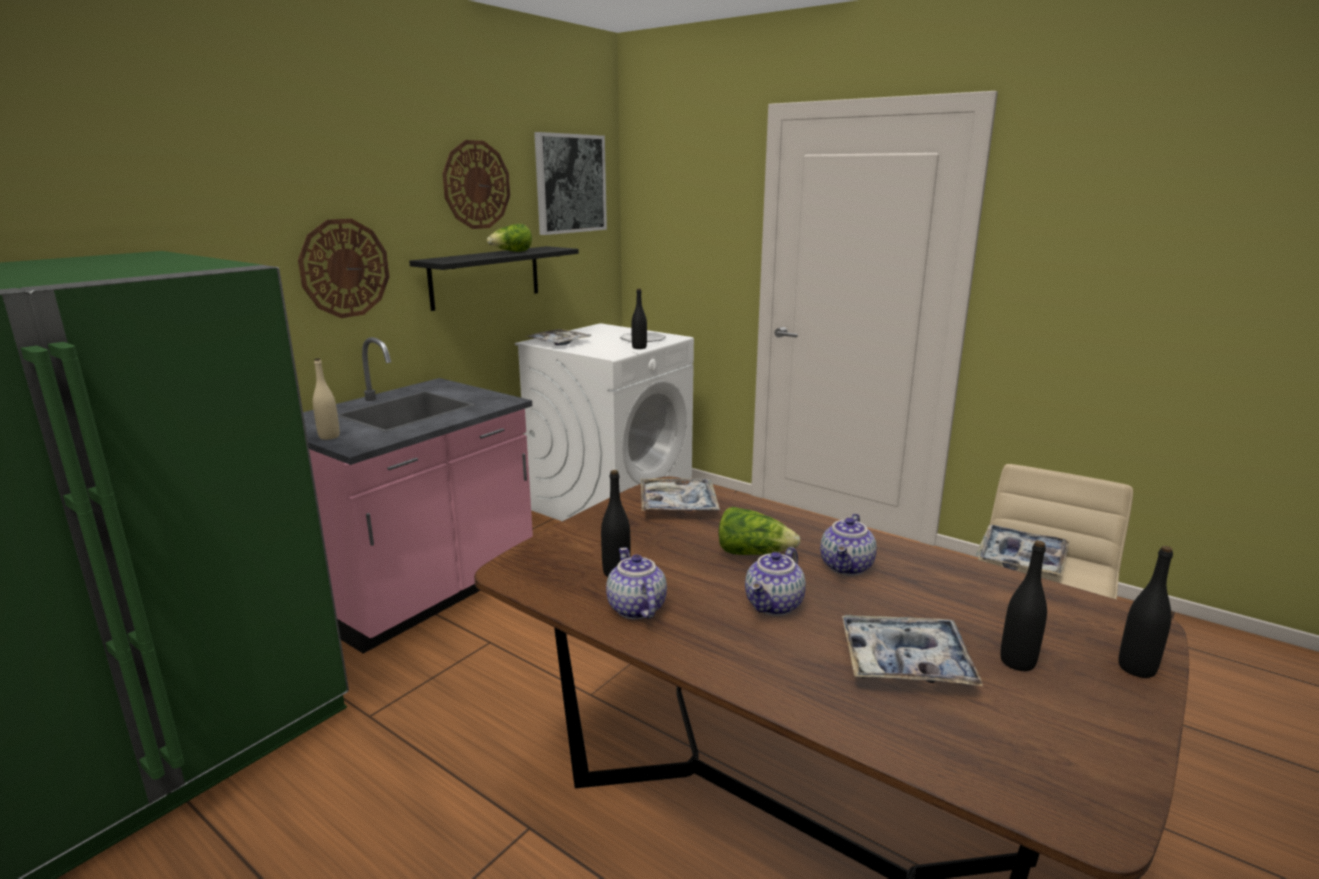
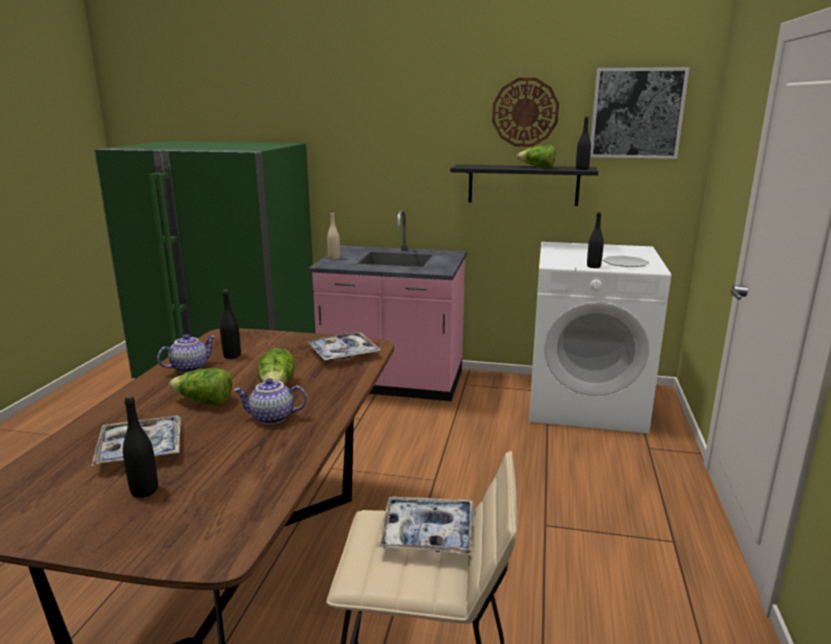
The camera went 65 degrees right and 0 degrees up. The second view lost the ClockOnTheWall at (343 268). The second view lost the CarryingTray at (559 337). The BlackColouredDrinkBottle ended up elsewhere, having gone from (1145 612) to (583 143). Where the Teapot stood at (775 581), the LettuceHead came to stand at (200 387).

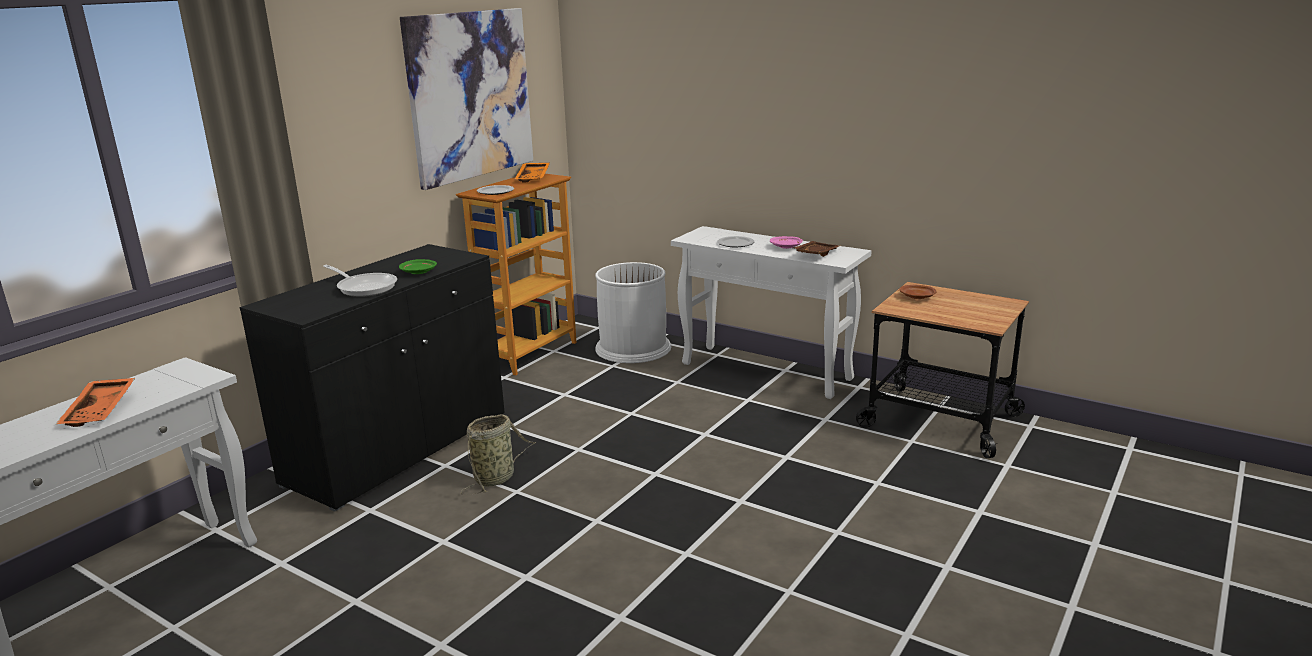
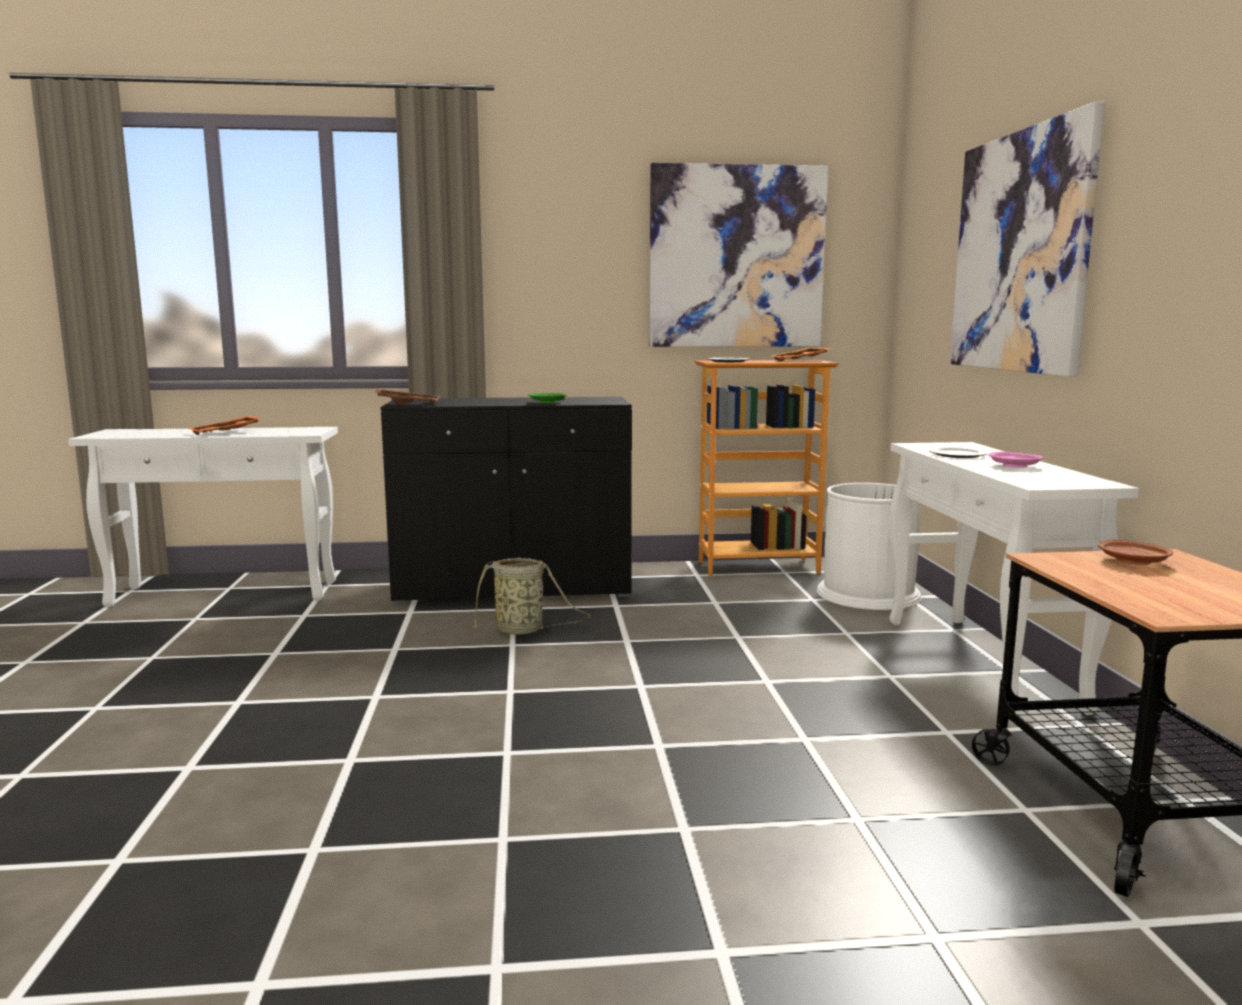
The camera went 50 degrees right and 10 degrees down. The BrownColouredCarryingTray ended up elsewhere, having gone from (816 249) to (407 397). The second view lost the Skillet at (360 281). The second view gained the WallPicture at (1027 239).

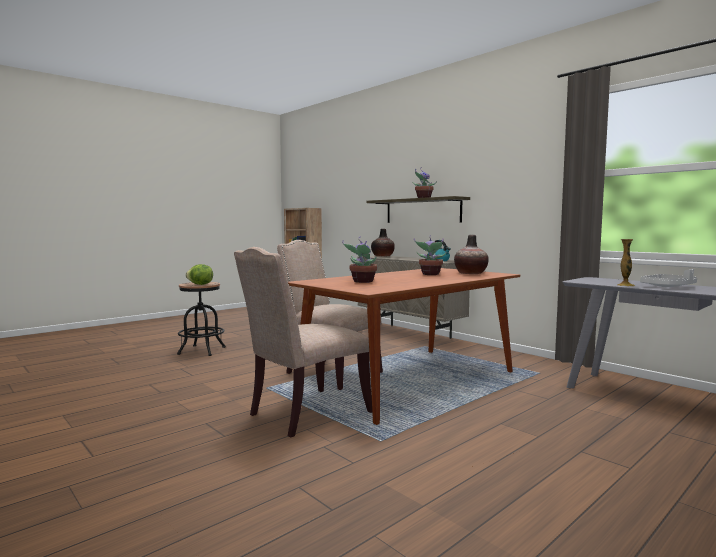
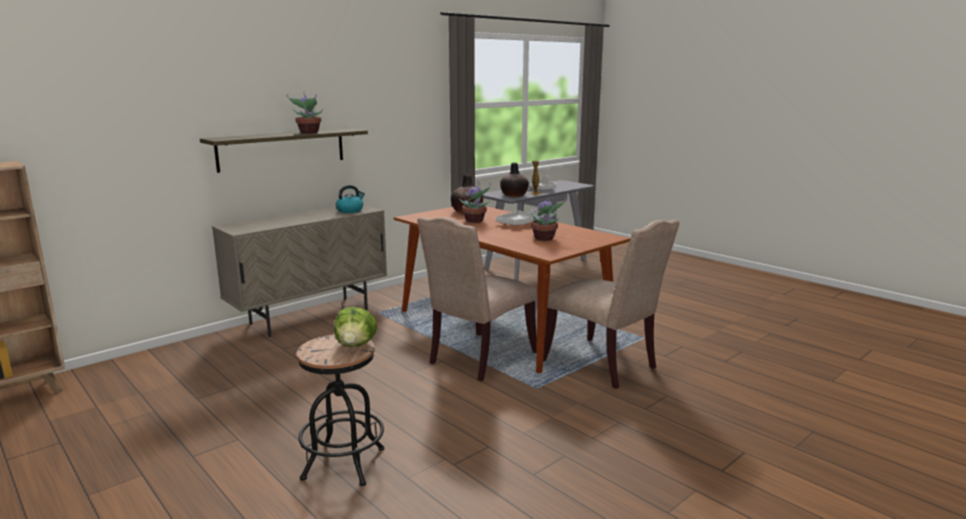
The camera went 90 degrees left and 10 degrees up. The DecorativeVase ended up elsewhere, having gone from (383 243) to (514 180). The second view gained the GreyishCarryingTray at (519 217).

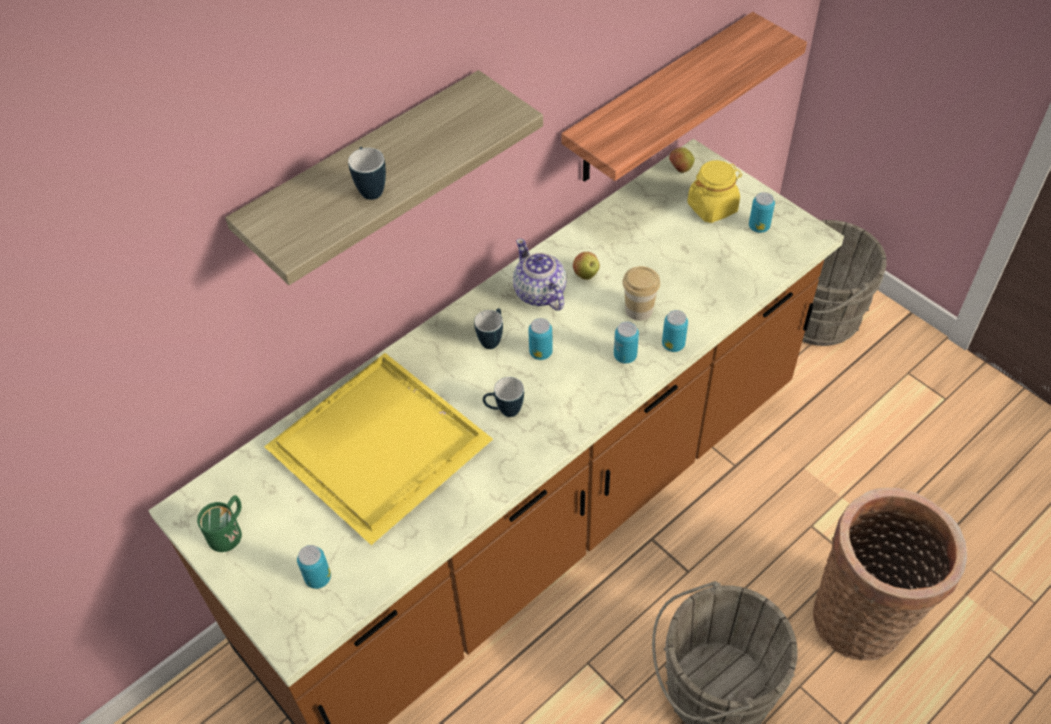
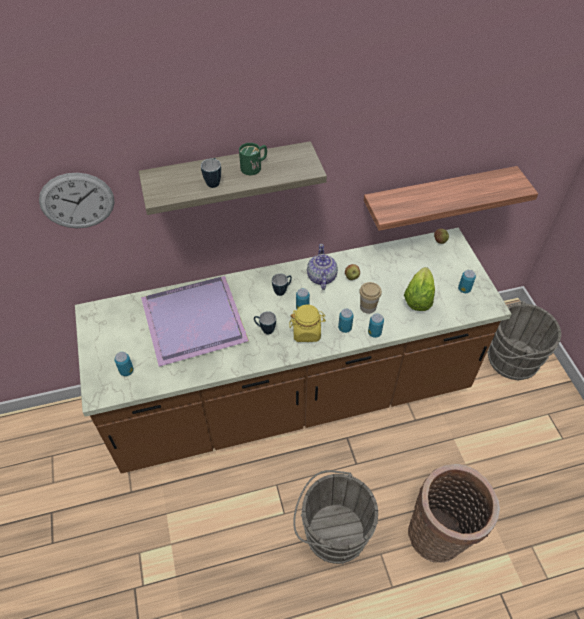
The camera went 25 degrees right and 0 degrees up. The YellowPreserveJar ended up elsewhere, having gone from (714 191) to (307 323). What was the YellowCarryingTray at (378 449) turned into the PurplishCarryingTray at (195 321). The GreenTeaMug ended up elsewhere, having gone from (219 523) to (253 159). The second view gained the ClockOnTheWall at (77 200). The second view gained the LettuceHead at (419 289).

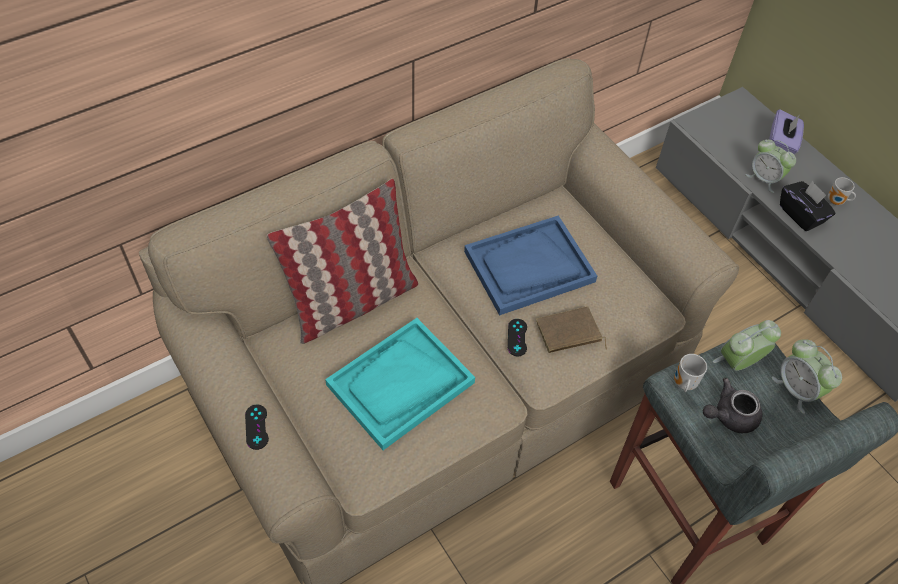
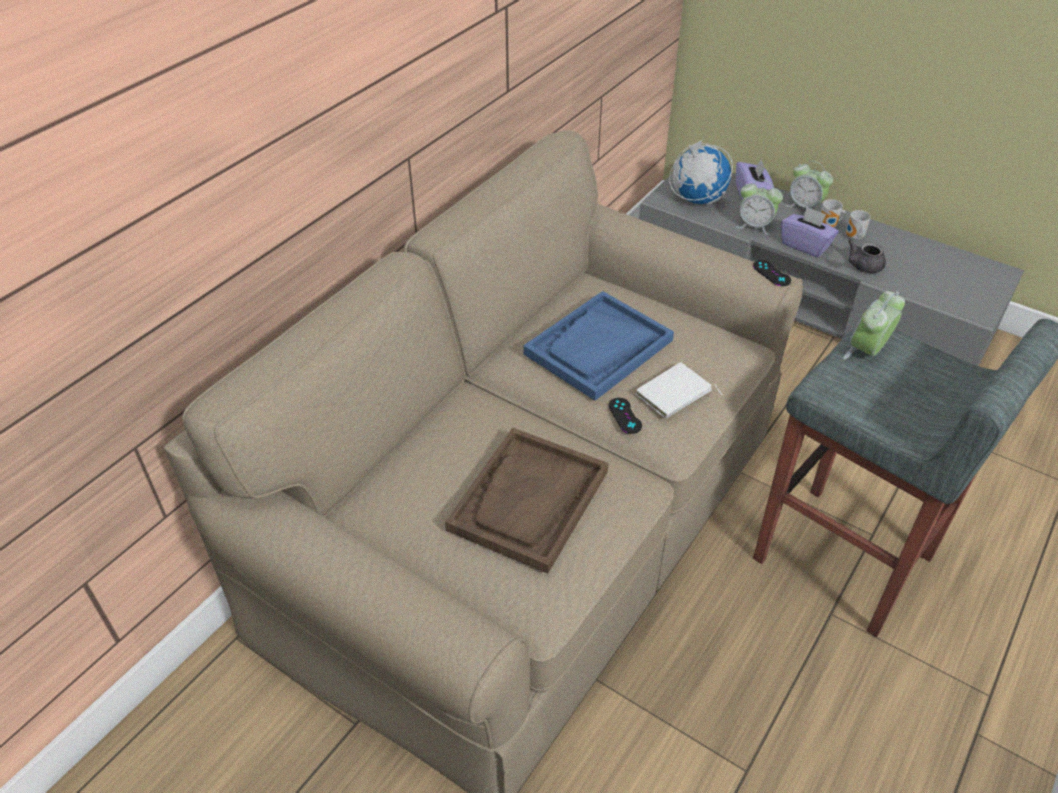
The camera went 20 degrees left and 10 degrees down. The second view lost the Pillow at (342 261). What was the BlackColouredTissueHolder at (808 206) turned into the PurplishTissueHolder at (810 232). What was the BrownColouredVolume at (571 329) turned into the WhiteVolume at (678 390). What was the TurquoiseColouredCarryingTray at (400 384) turned into the BrownColouredCarryingTray at (527 500). The TableClock ended up elsewhere, having gone from (807 376) to (809 185). The TeaMug ended up elsewhere, having gone from (690 373) to (858 225). The GreyishTeapot ended up elsewhere, having gone from (732 405) to (867 256). The BlackColouredJoypad ended up elsewhere, having gone from (257 427) to (772 273). The second view gained the DeskGlobe at (701 172).

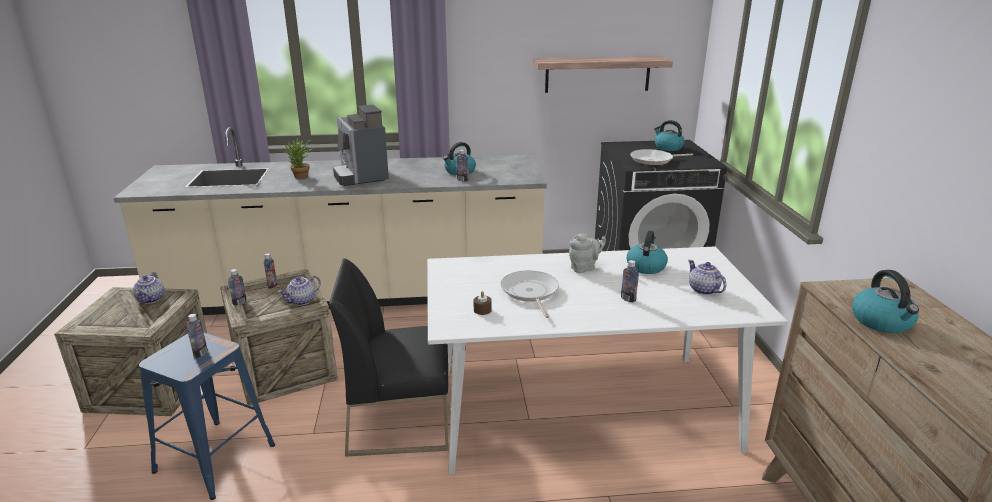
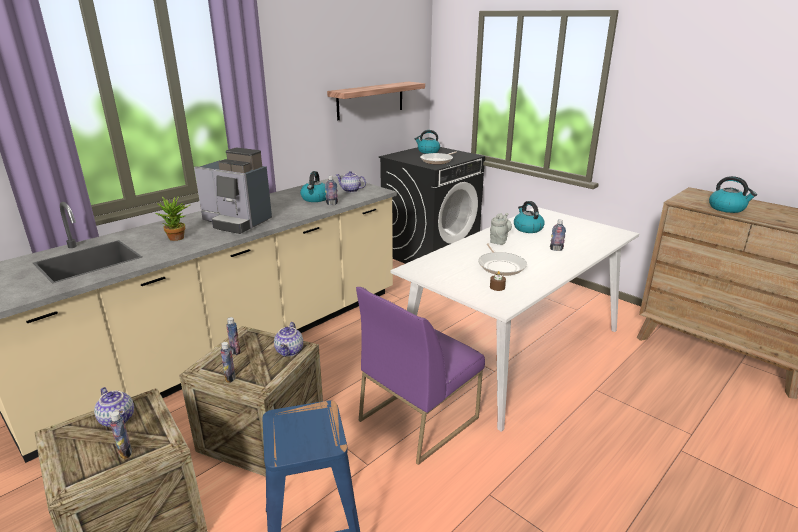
The camera went 40 degrees left and 0 degrees up. What was the BlackColouredChair at (389 357) turned into the PurplishChair at (420 376). The Teapot ended up elsewhere, having gone from (707 277) to (351 182). The Skillet at (529 294) ended up facing another way, 135 degrees counterclockwise from before. The DrinkBottle ended up elsewhere, having gone from (197 336) to (121 435).

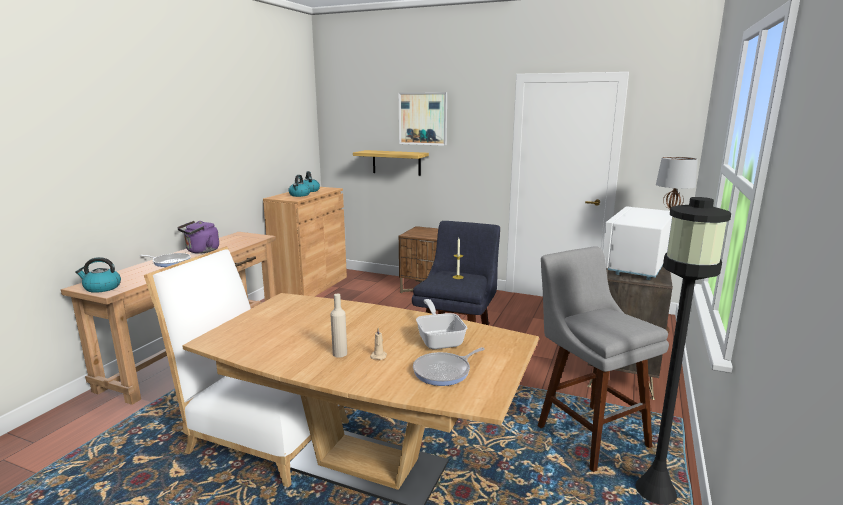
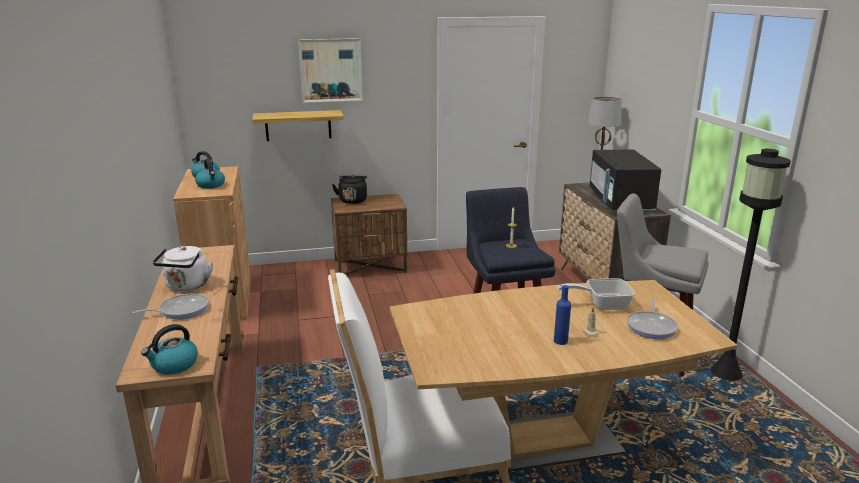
The camera went 35 degrees left and 5 degrees up. What was the WhiteKitchenMicrowave at (637 243) turned into the BlackColouredKitchenMicrowave at (625 181). What was the PurplishWaterKettle at (198 237) turned into the WhiteWaterKettle at (183 268). What was the SandColouredDrinkBottle at (338 326) turned into the BlueColouredDrinkBottle at (562 315). The Skillet at (441 324) ended up facing another way, 45 degrees counterclockwise from before. The second view gained the BlackColouredWaterKettle at (349 189).

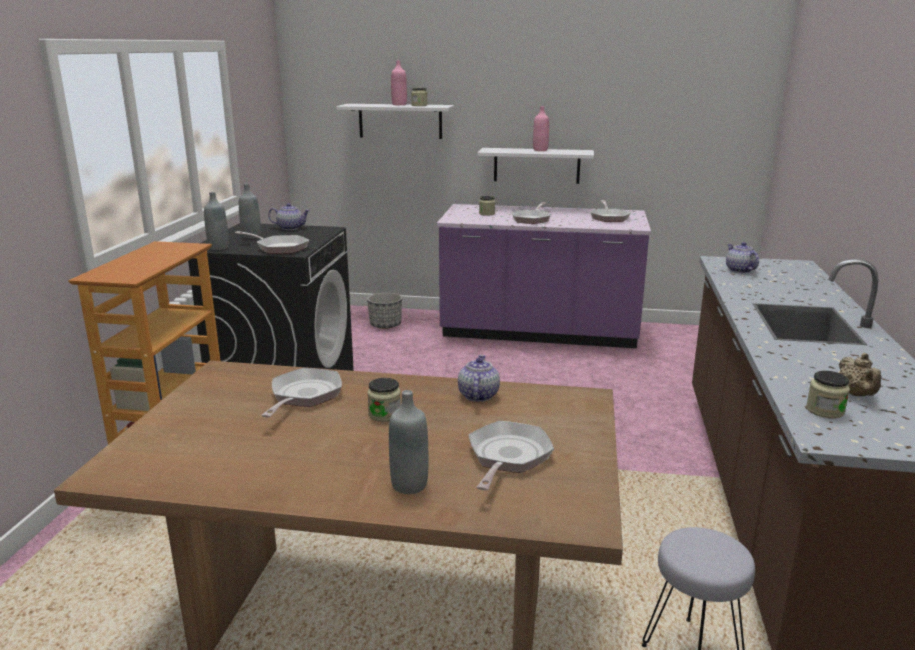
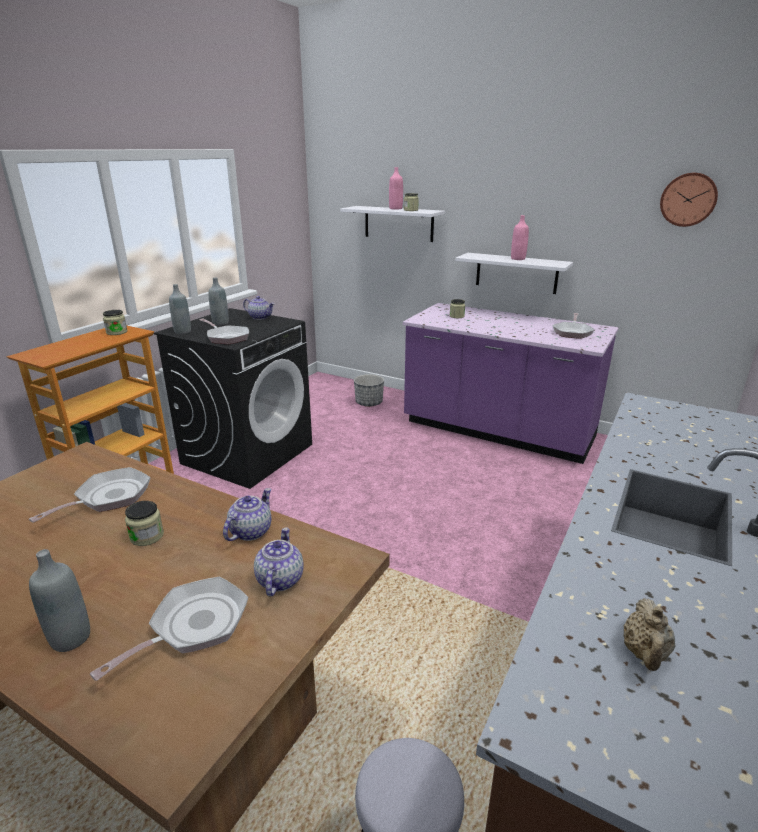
The camera went 20 degrees right and 5 degrees up. The second view lost the Skillet at (530 213). The Teapot ended up elsewhere, having gone from (742 257) to (279 562). The PreserveJar ended up elsewhere, having gone from (828 394) to (115 322). The second view gained the ClockOnTheWall at (689 200).

